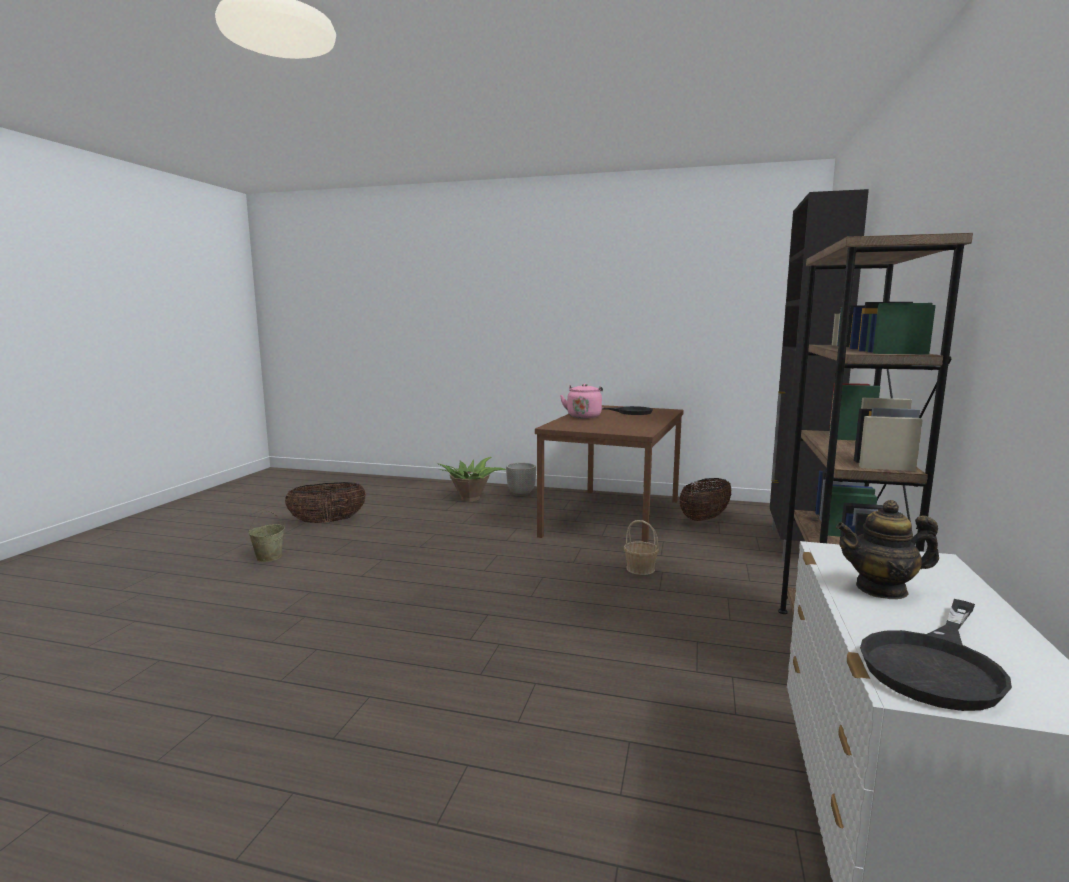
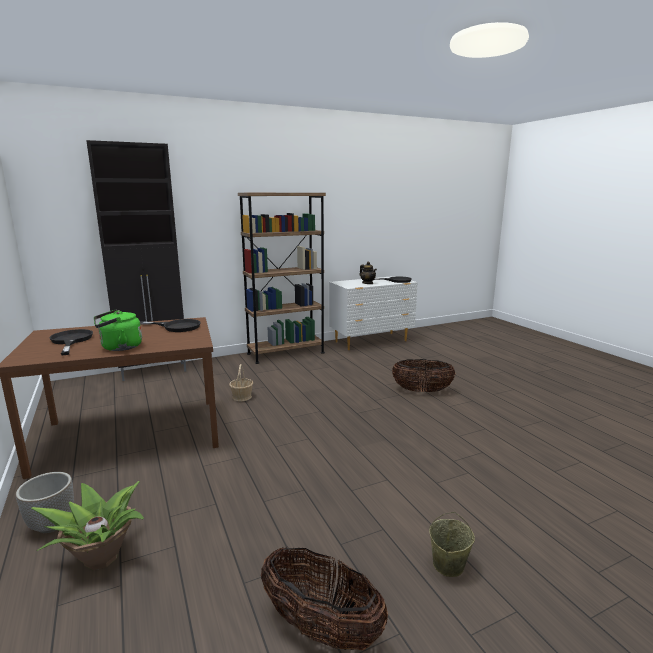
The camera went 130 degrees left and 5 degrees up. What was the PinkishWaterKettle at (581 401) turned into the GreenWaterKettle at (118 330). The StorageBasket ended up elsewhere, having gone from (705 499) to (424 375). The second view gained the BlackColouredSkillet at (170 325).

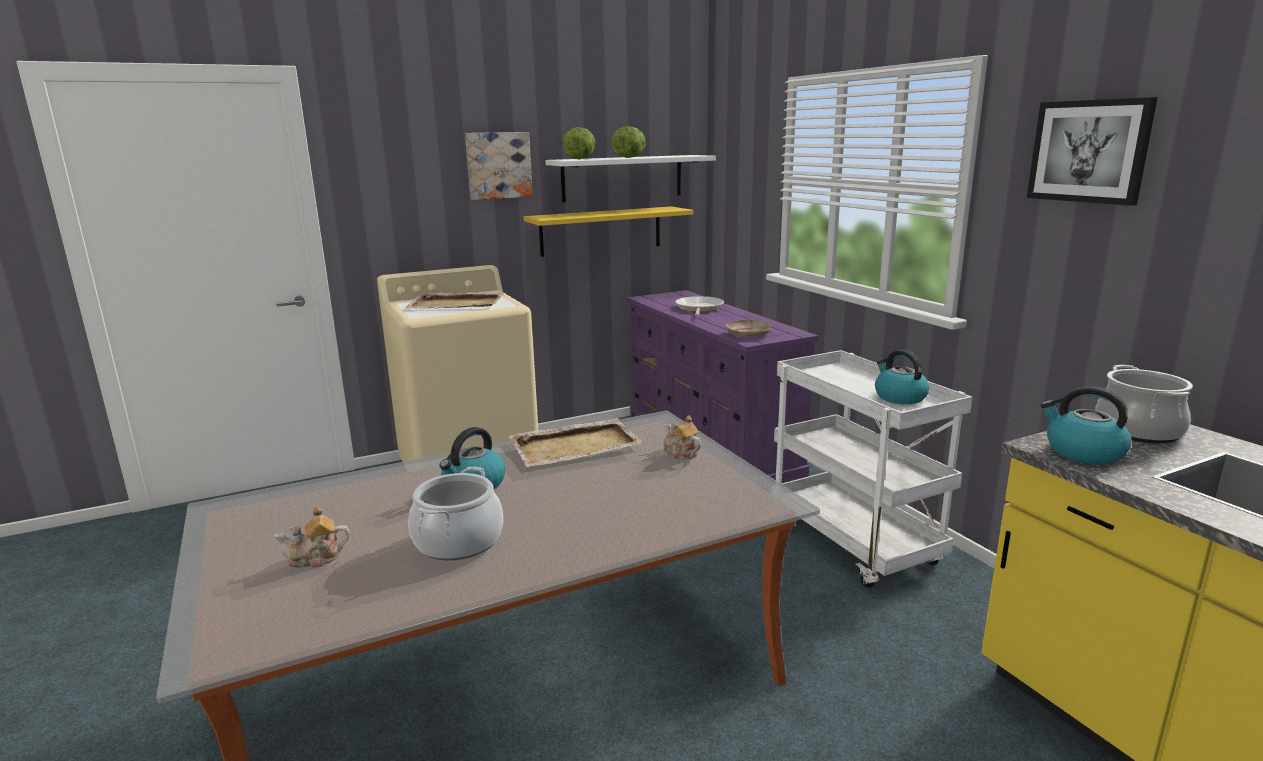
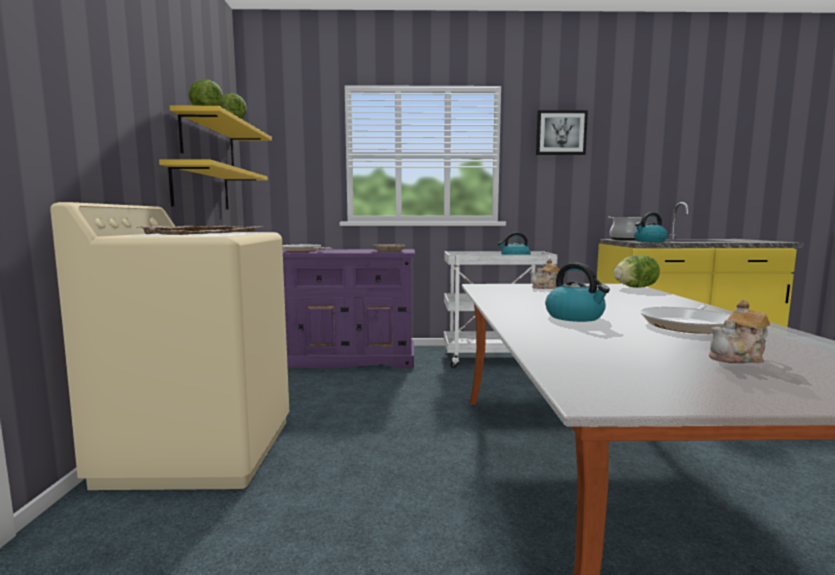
The camera went 65 degrees left and 10 degrees down. The second view lost the WallPicture at (499 166). What was the WhiteBracketShelf at (631 178) turned into the YellowBracketShelf at (220 136). The second view lost the SandColouredCarryingTray at (576 442). Where the Stockpot stood at (455 513), the Skillet came to stand at (685 319). The Teapot at (312 537) ended up facing another way, 60 degrees clockwise from before. The second view gained the LettuceHead at (636 271).

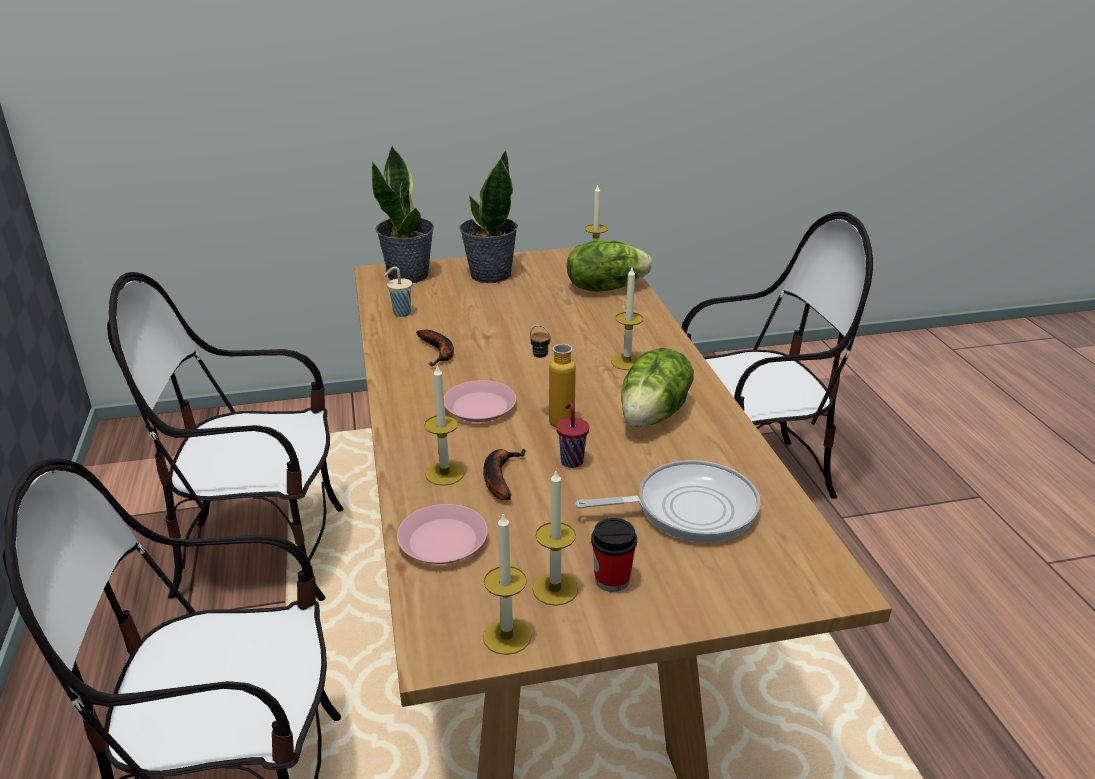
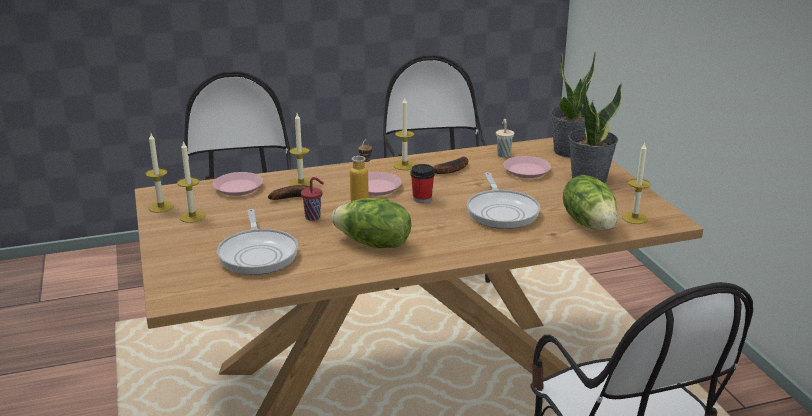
The camera went 85 degrees right and 5 degrees down. The WaxCandle ended up elsewhere, having gone from (627 318) to (405 134). The Cup ended up elsewhere, having gone from (614 555) to (422 183). The second view gained the PinkishDinnerPlate at (527 167). The second view gained the Skillet at (503 200).

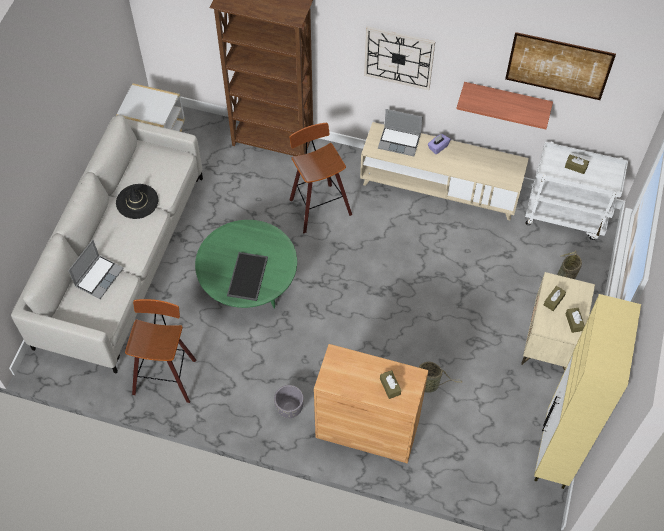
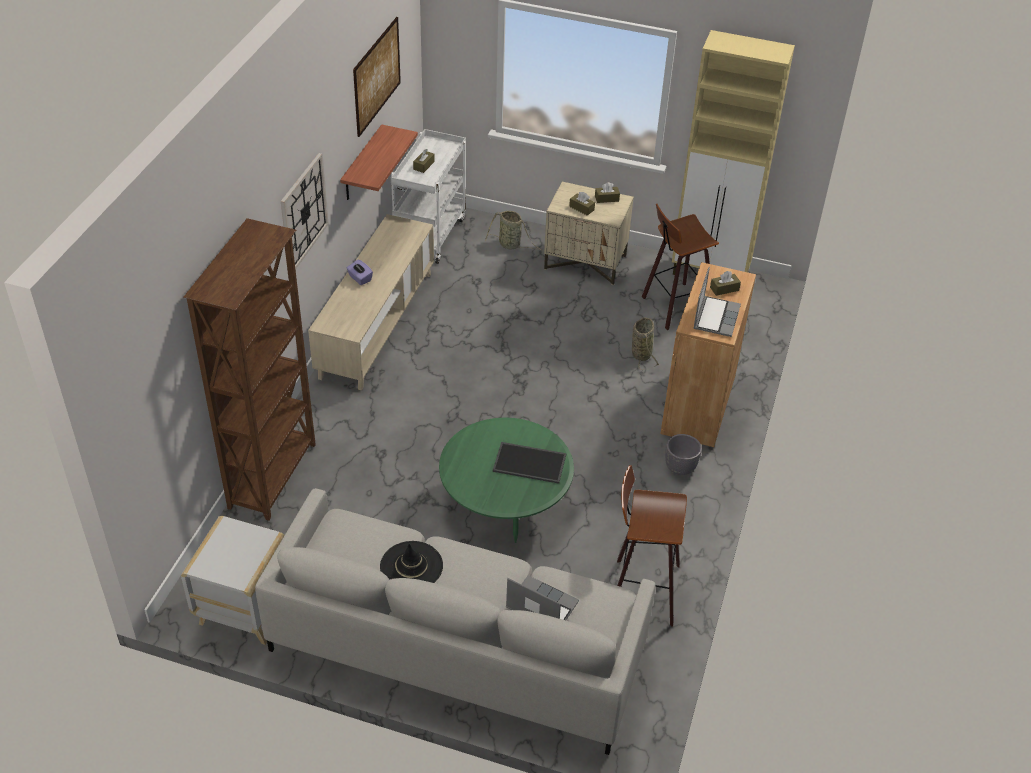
The camera went 90 degrees left and 15 degrees down. The PortableComputer ended up elsewhere, having gone from (400 132) to (717 302). The SittingStool ended up elsewhere, having gone from (320 178) to (680 267).

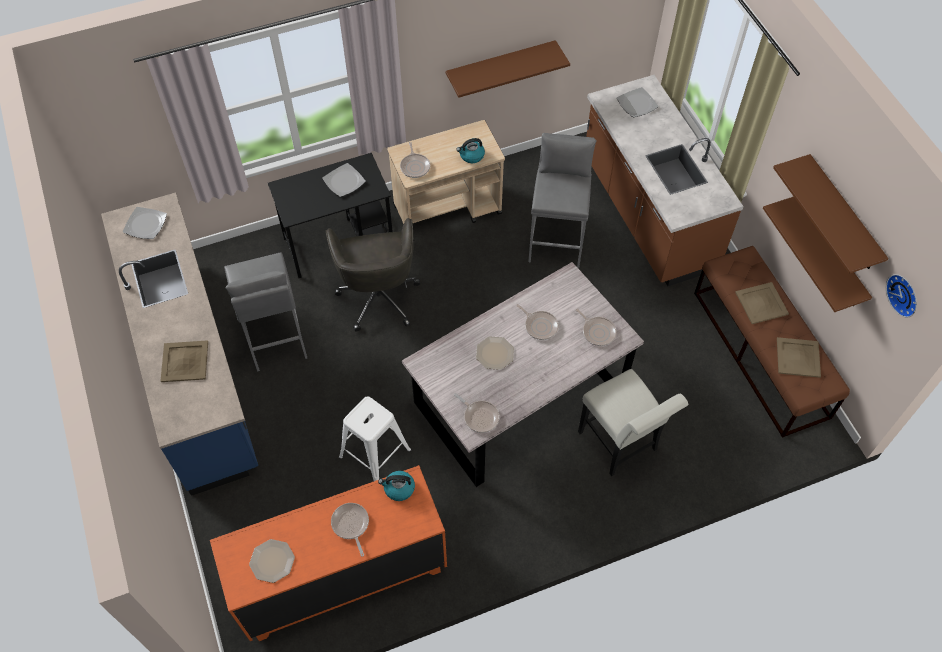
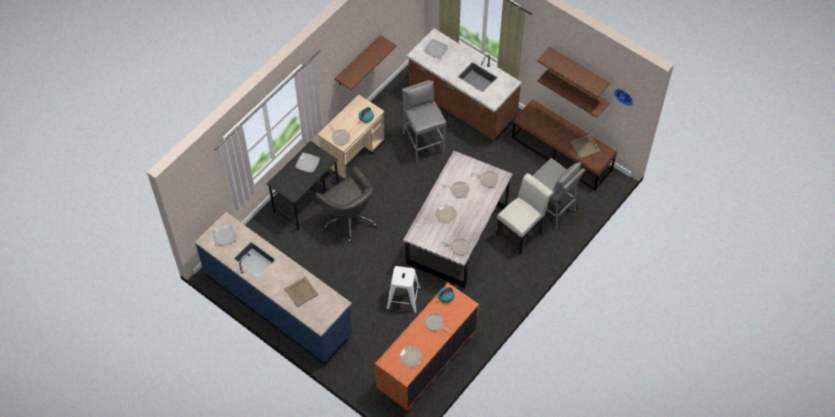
The camera went 30 degrees left and 0 degrees up. The GreyishSittingStool ended up elsewhere, having gone from (266 312) to (558 193). The second view lost the SandColouredCarryingTray at (762 303). The WhiteChair at (633 422) ended up facing another way, 75 degrees counterclockwise from before.

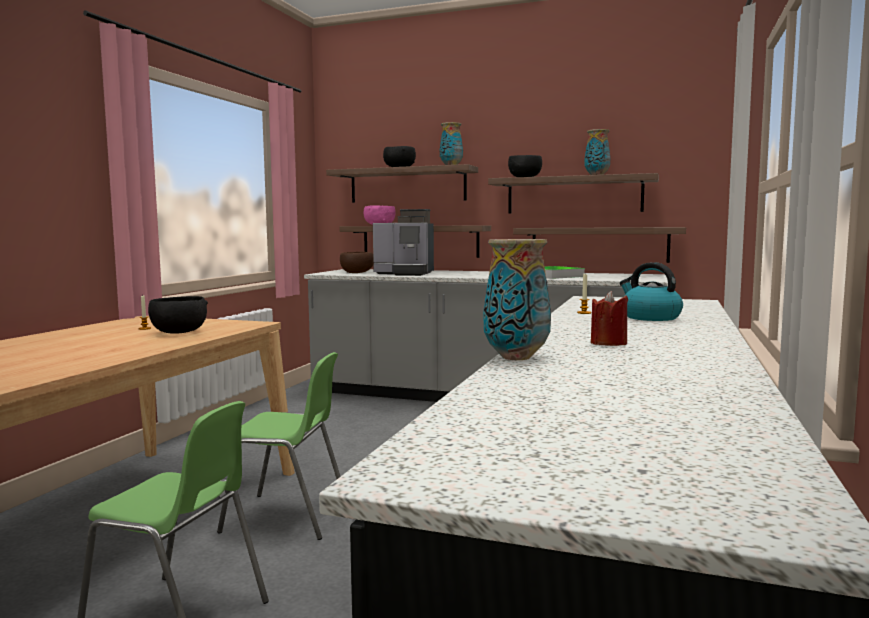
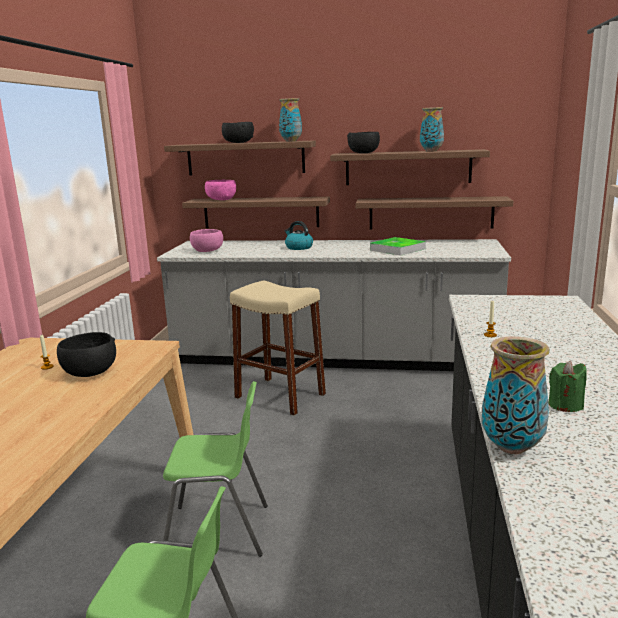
The camera went 10 degrees left and 10 degrees up. The second view lost the CoffeeBrewer at (403 242). What was the BrownColouredDeepDish at (357 262) turned into the PinkishDeepDish at (206 240). The WaterKettle ended up elsewhere, having gone from (651 291) to (299 235). What was the ReddishWaxCandle at (609 318) turned into the GreenWaxCandle at (567 386). The second view gained the SandColouredSittingStool at (278 348).

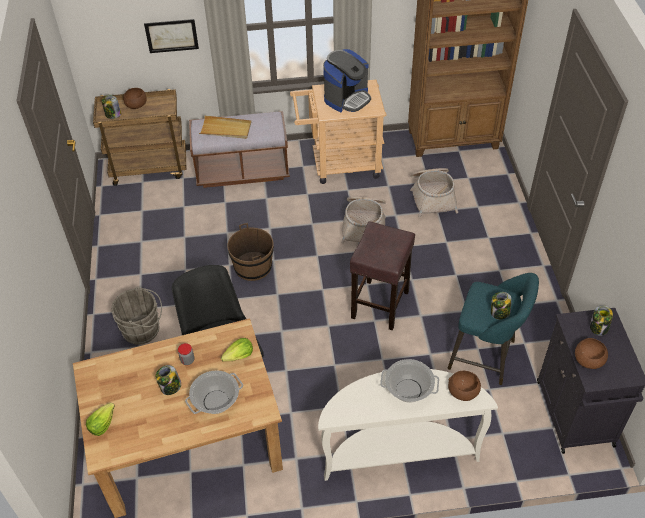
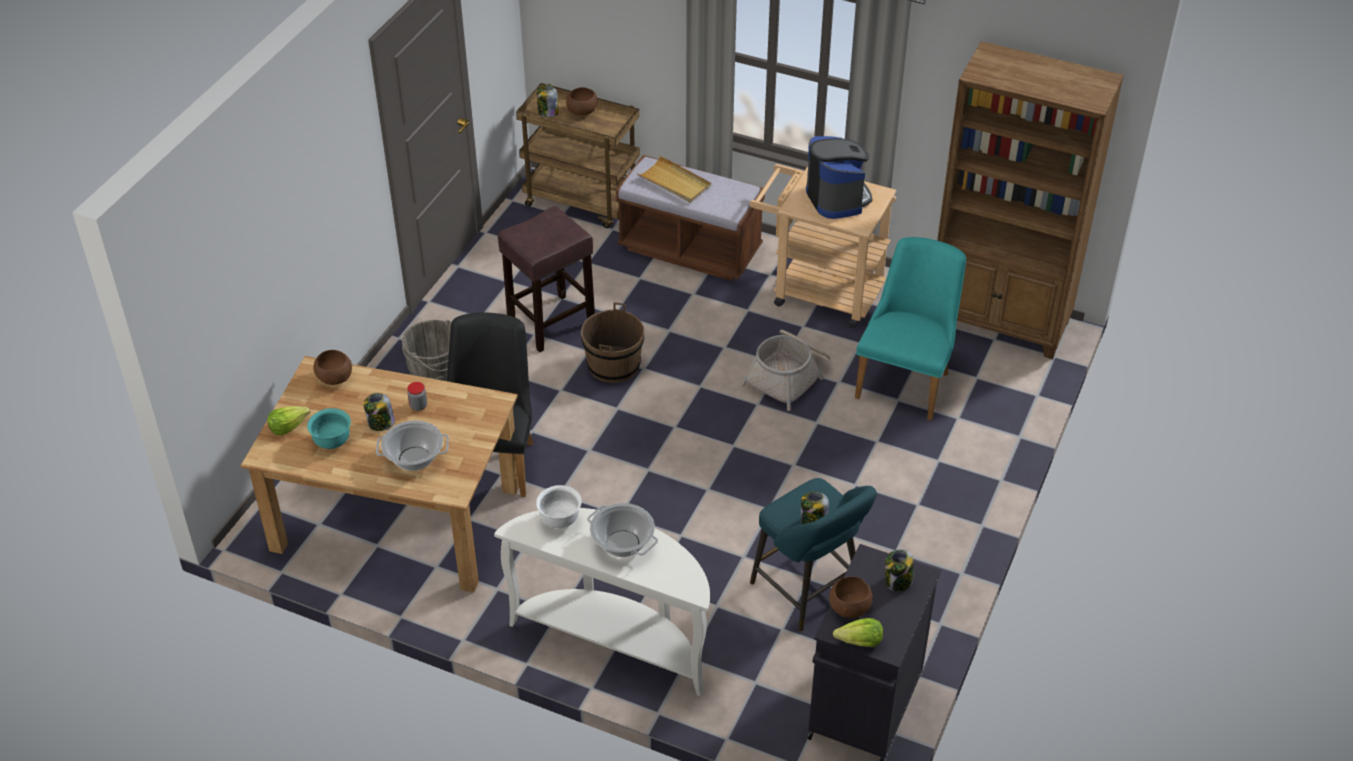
The camera went 30 degrees right and 5 degrees down. The second view lost the WallPicture at (171 36). The CoffeeBrewer at (347 80) ended up facing another way, 90 degrees counterclockwise from before. Where the StorageBasket stood at (434 193), the TurquoiseColouredChair came to stand at (910 329). The BrownColouredSittingStool ended up elsewhere, having gone from (382 276) to (546 279). The LettuceHead ended up elsewhere, having gone from (237 350) to (858 632). The BrownColouredDeepDish ended up elsewhere, having gone from (464 386) to (332 367). The second view gained the TurquoiseColouredDeepDish at (329 428). The second view gained the WhiteDeepDish at (559 506).

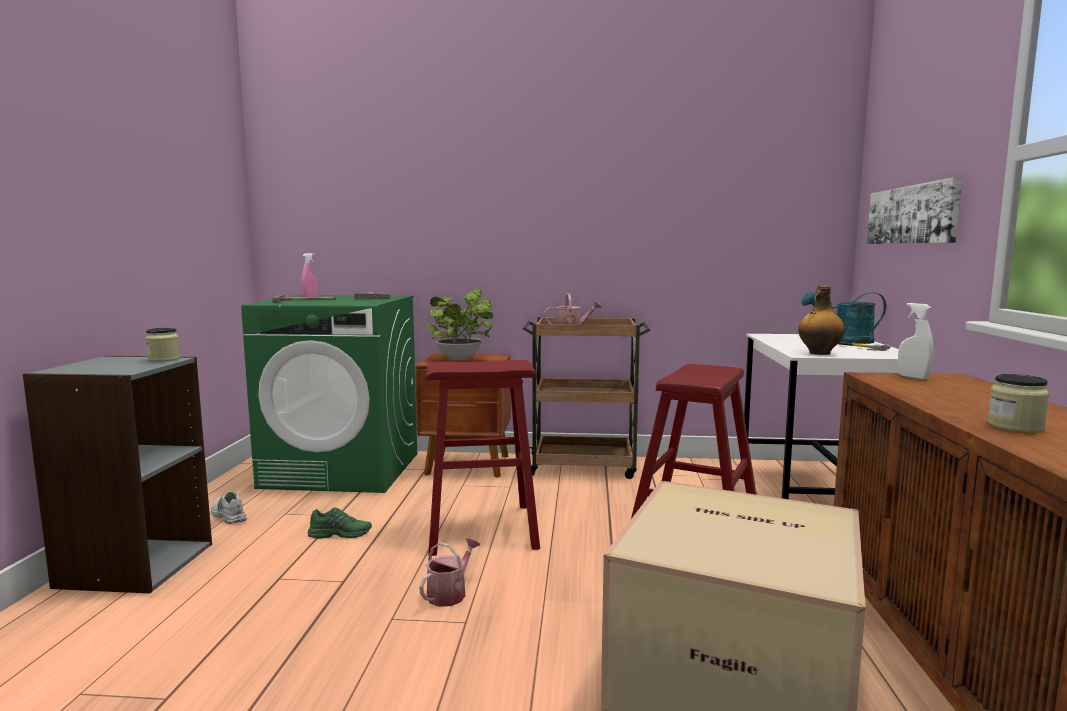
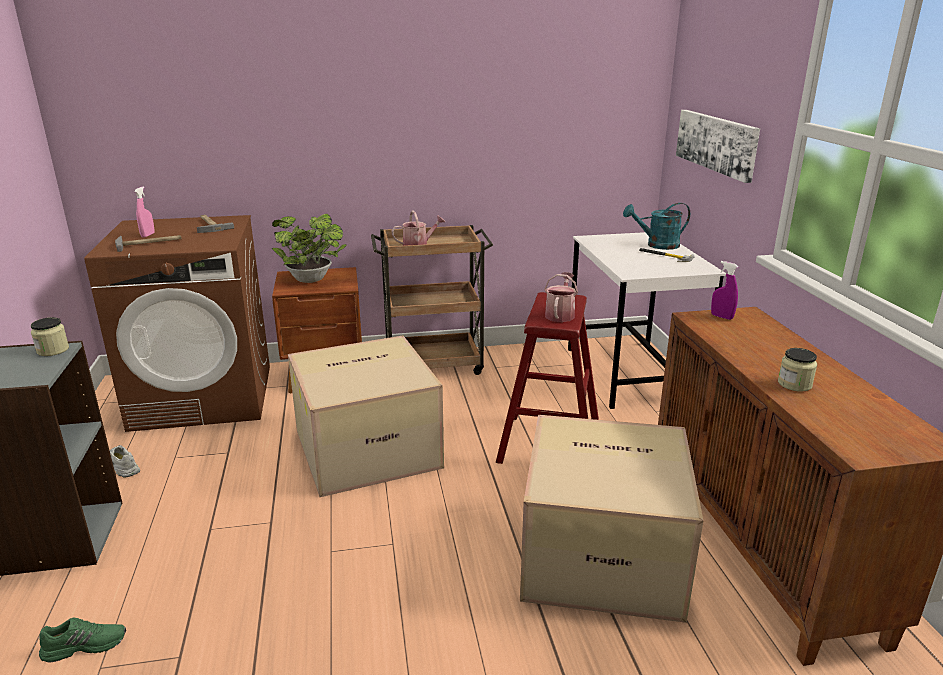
The camera went 15 degrees left and 15 degrees up. The second view lost the DrinkBottle at (821 320). What was the GreenLaundryMachine at (329 394) turned into the BrownColouredLaundryMachine at (177 323). What was the WhiteHandSprayer at (916 341) turned into the PurplishHandSprayer at (724 290). Where the ReddishSittingStool stood at (483 458), the CardboardBox came to stand at (366 416). The GreenItemOfFootwear ended up elsewhere, having gone from (340 523) to (82 640). The WateringCan ended up elsewhere, having gone from (449 572) to (561 297).

